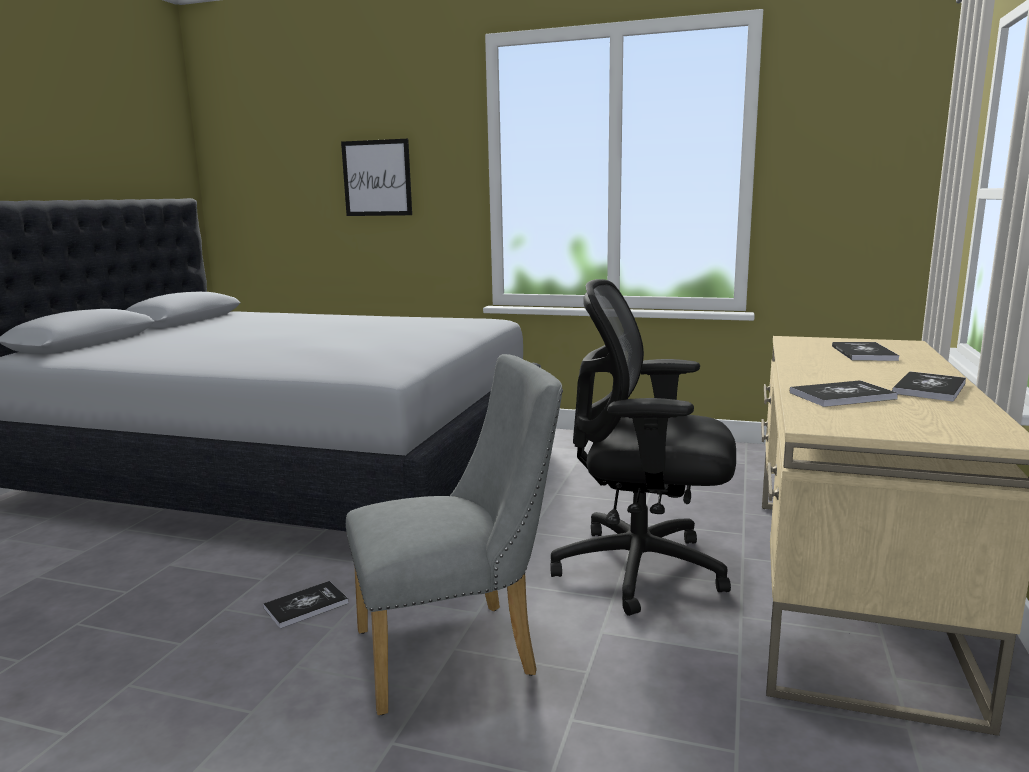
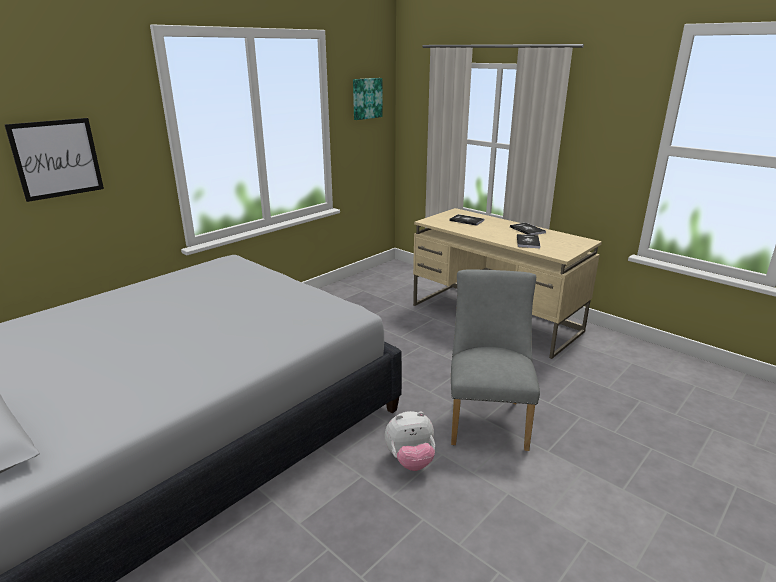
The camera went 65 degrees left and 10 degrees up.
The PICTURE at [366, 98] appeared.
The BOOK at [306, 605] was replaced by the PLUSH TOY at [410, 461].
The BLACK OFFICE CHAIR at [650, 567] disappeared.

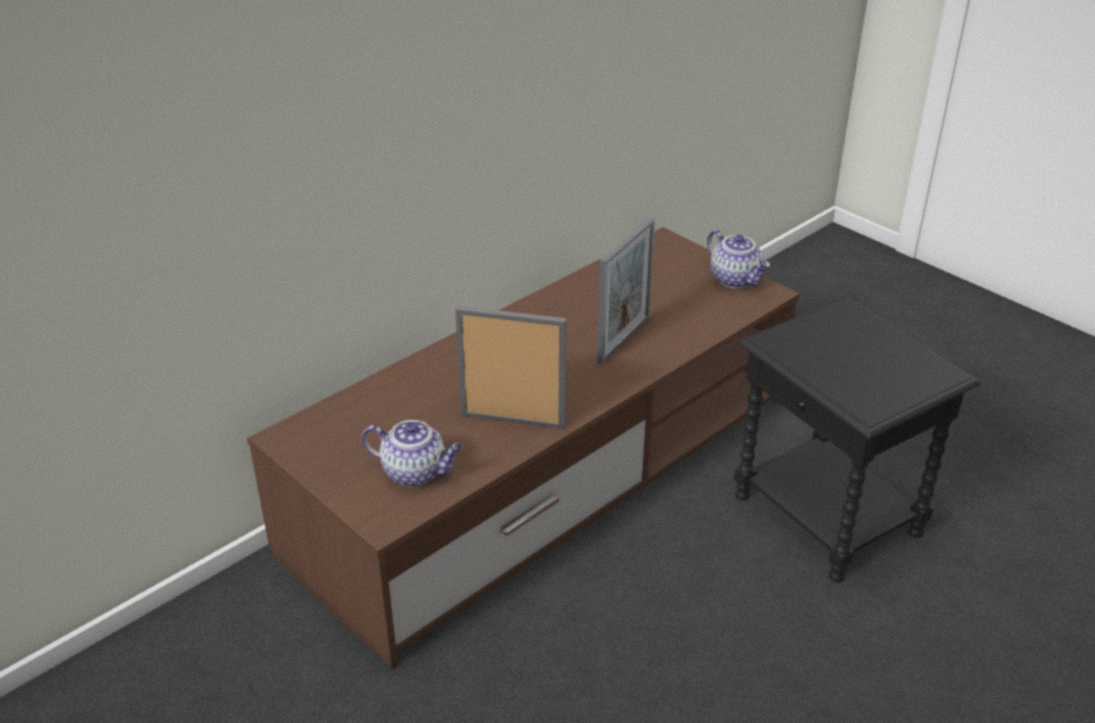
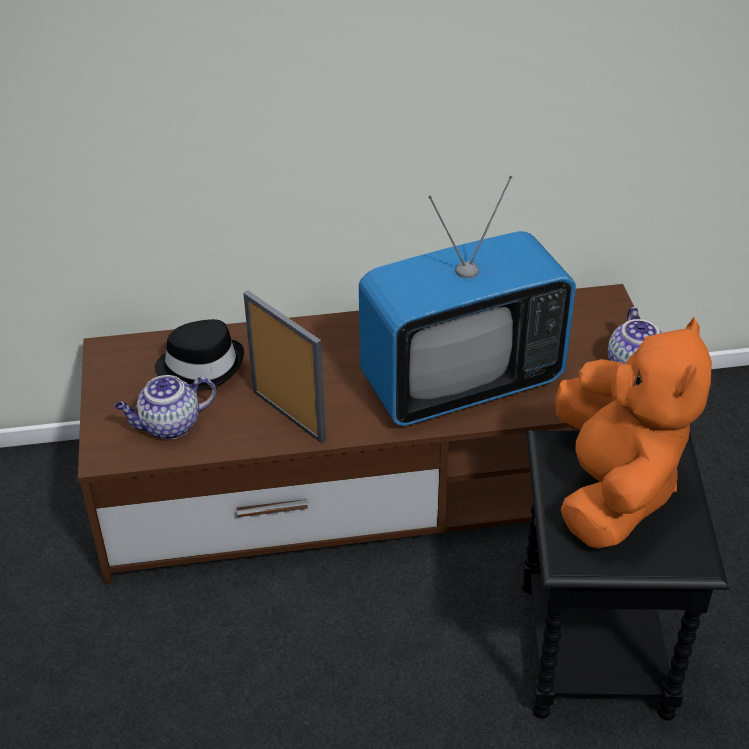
The camera went 35 degrees right and 5 degrees up.
The TEAPOT at [416, 473] turned 105 degrees clockwise.
The BLACK HAT at [201, 366] appeared.
The PICTURE FRAME at [623, 340] was replaced by the TELEVISION at [461, 383].
The ORANGE PLUSH TOY at [613, 490] appeared.

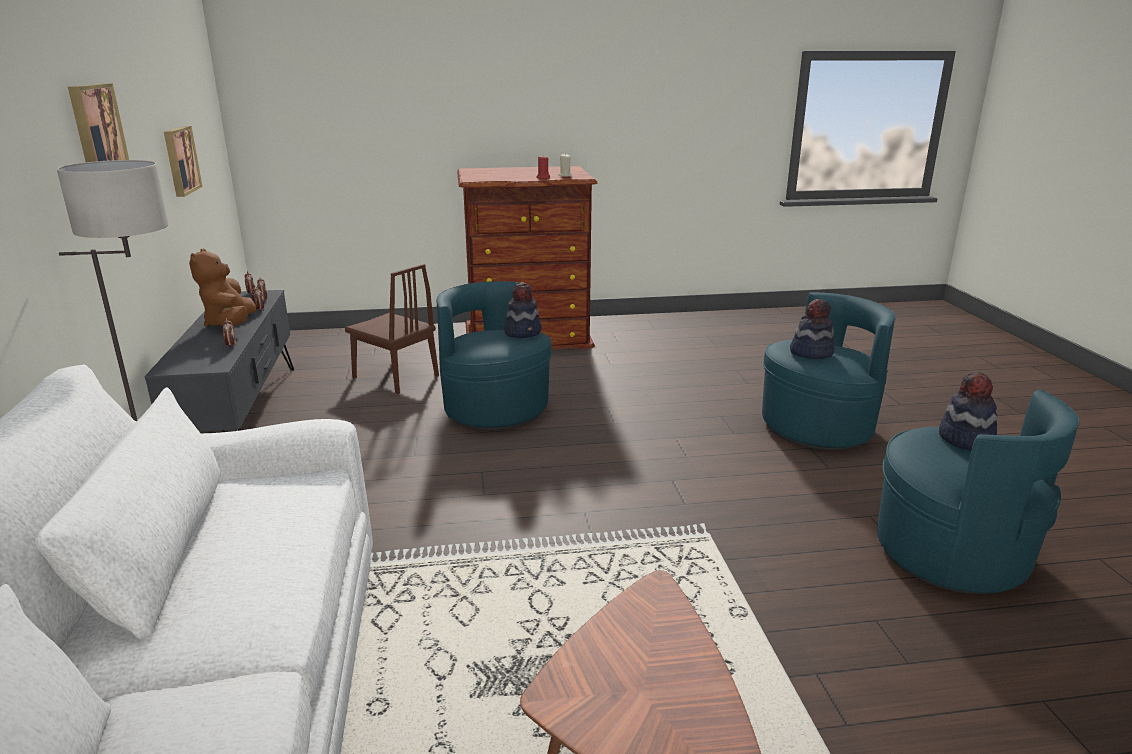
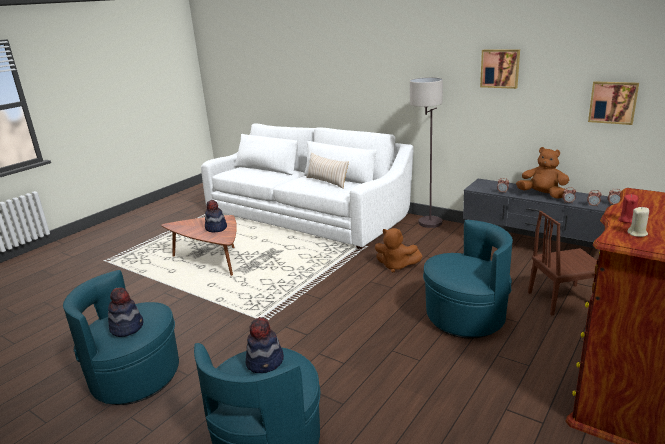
The camera went 135 degrees right and 0 degrees up.
The HAT moved from [523, 332] to [216, 228].
The BEIGE PILLOW at [327, 182] appeared.
The BROWN PLUSH TOY at [396, 266] appeared.

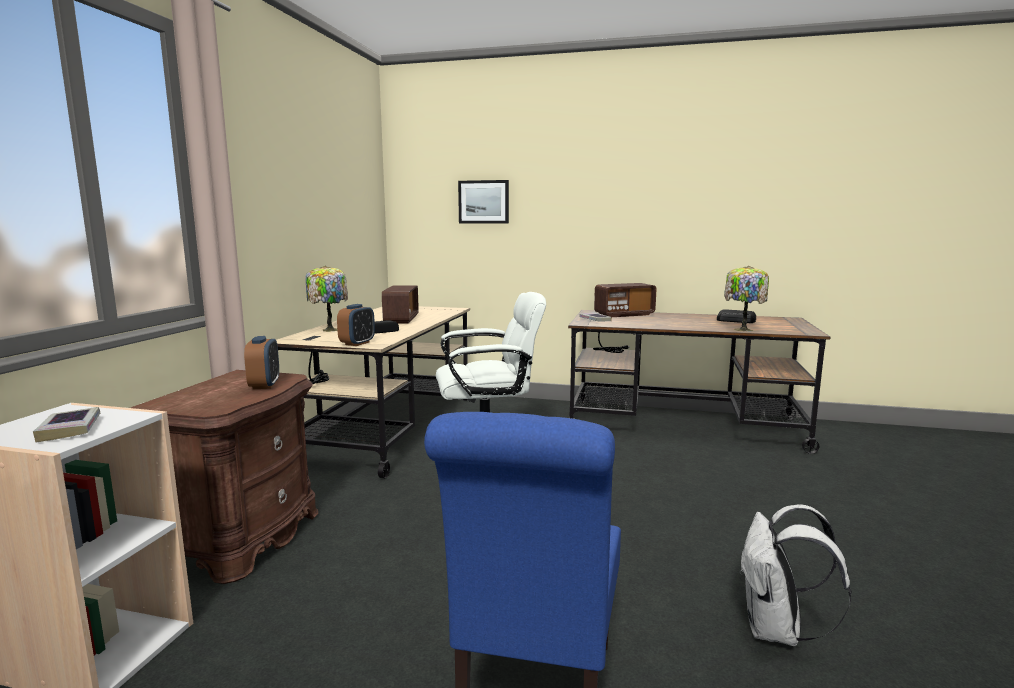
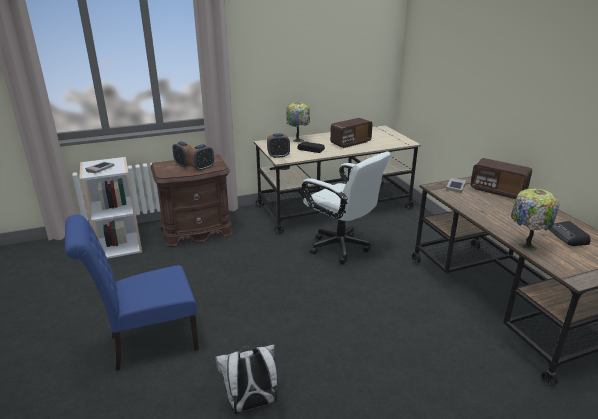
The camera went 55 degrees right and 15 degrees up.
The ALARM CLOCK at [184, 165] appeared.
The PICTURE at [483, 202] disappeared.

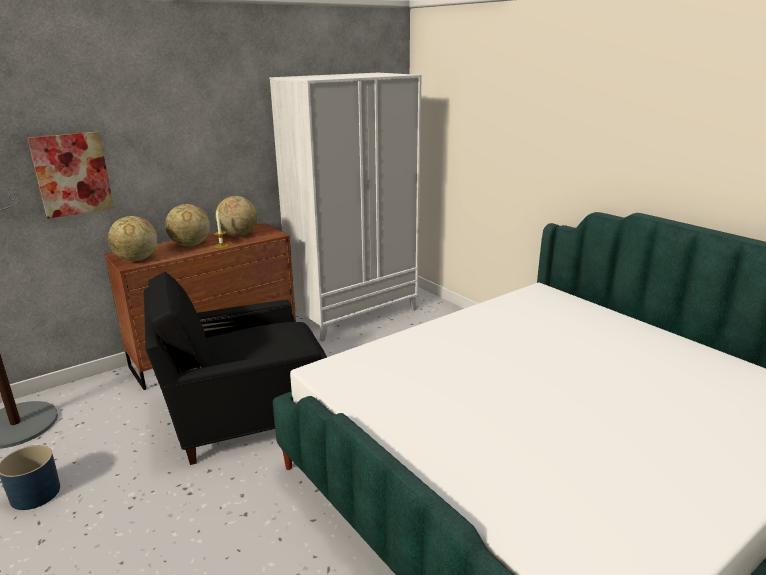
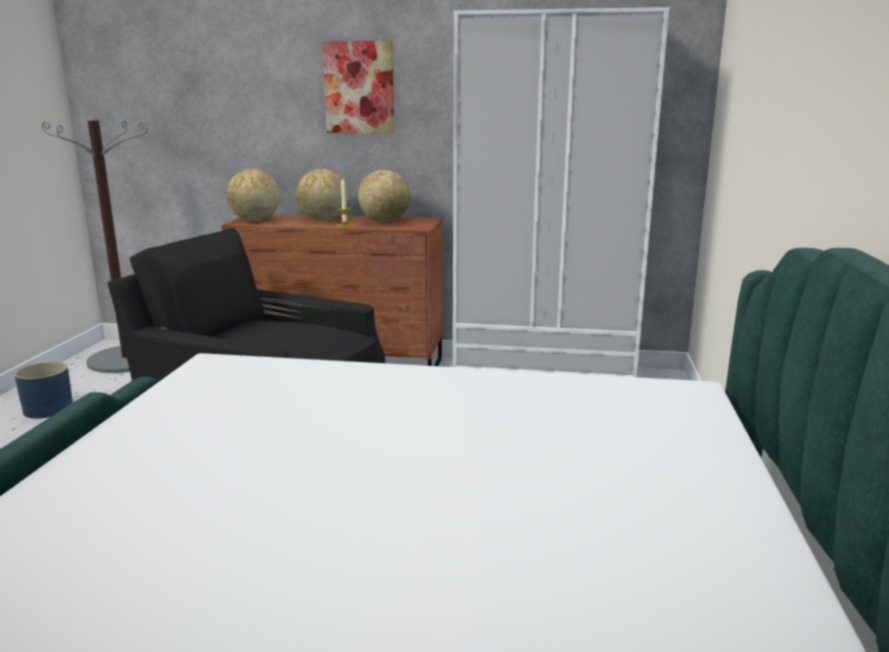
The camera went 45 degrees right and 5 degrees down.
The PICTURE moved from [72, 174] to [359, 88].

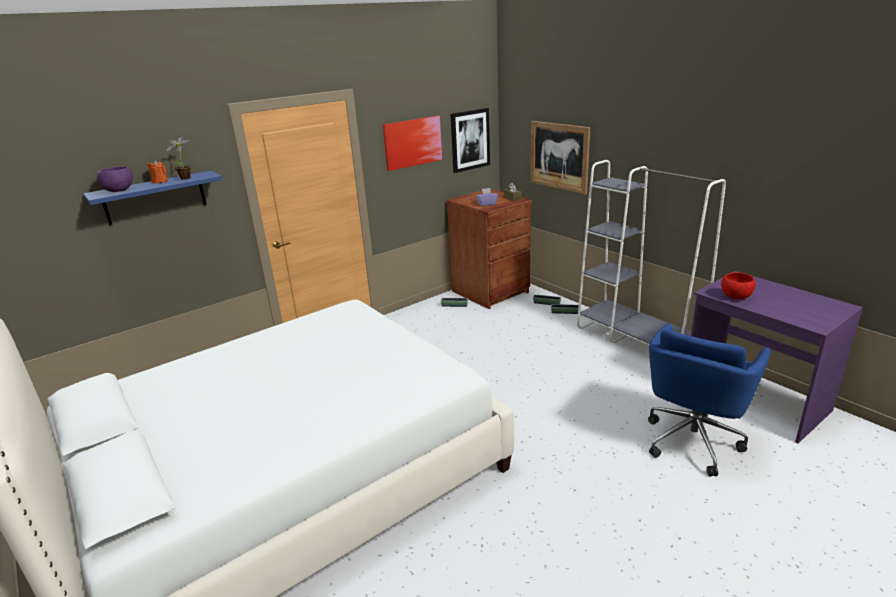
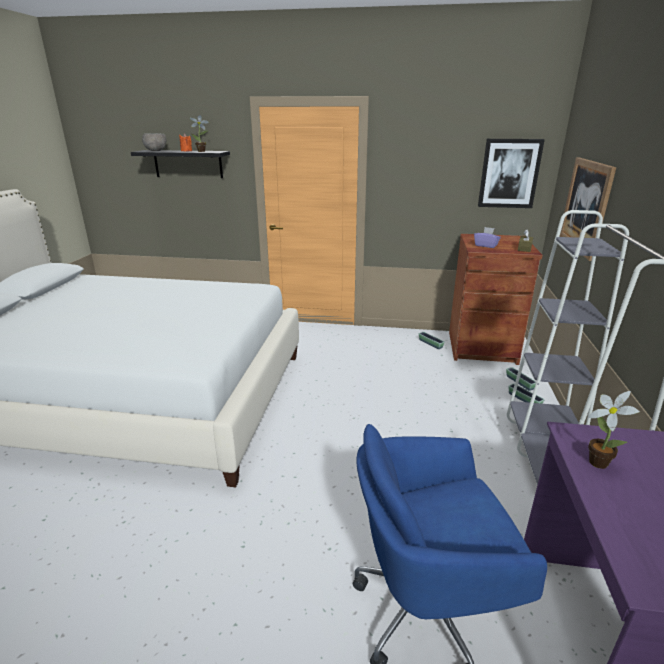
The camera went 45 degrees right and 0 degrees up.
The BLUE SHELF at [155, 197] became the BLACK SHELF at [188, 164].
The PURPLE BOWL at [118, 191] became the GREY BOWL at [155, 151].
The RED BOWL at [736, 297] was replaced by the POTTED PLANT at [597, 460].
The PICTURE at [412, 142] disappeared.

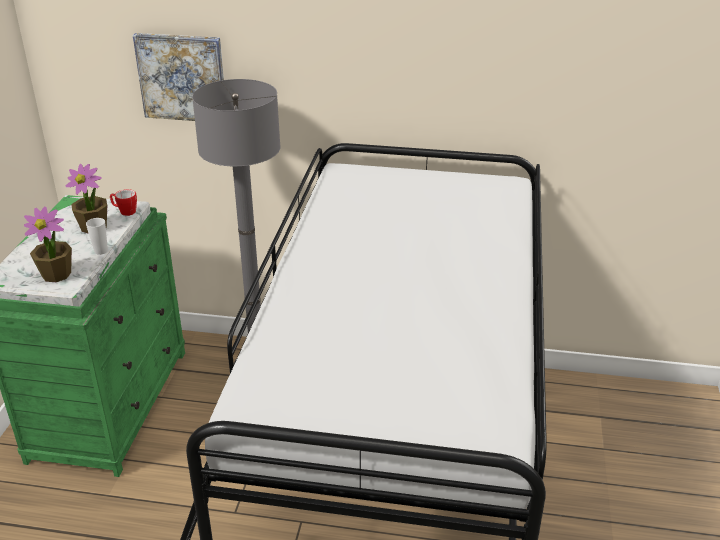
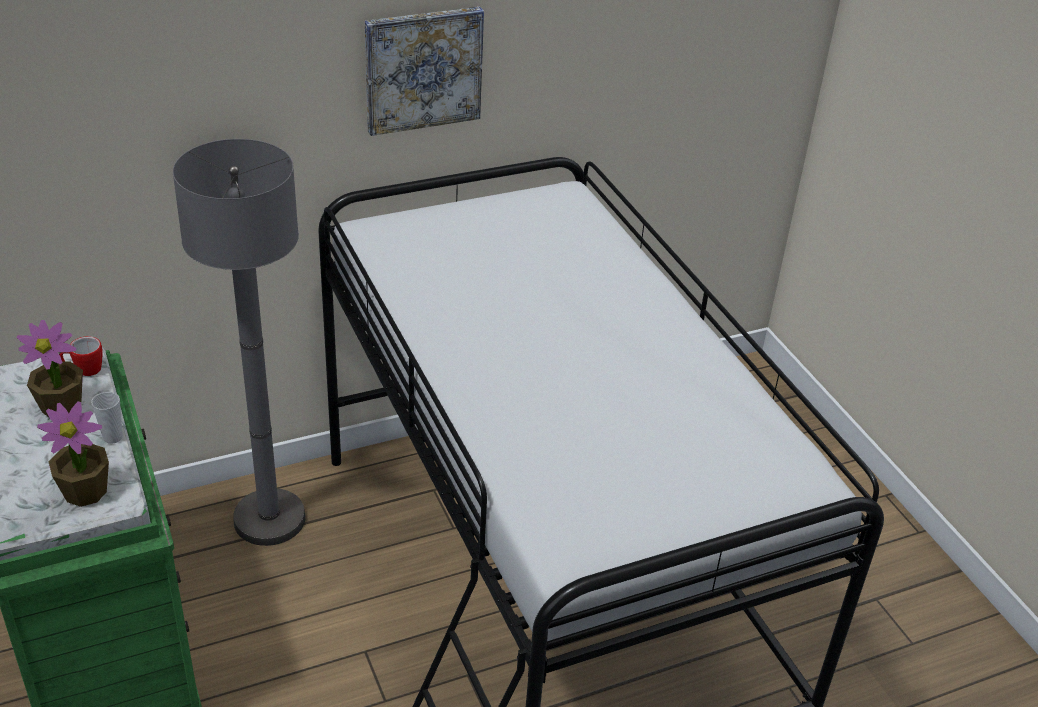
The camera went 35 degrees left and 5 degrees up.
The PICTURE moved from [182, 77] to [423, 69].

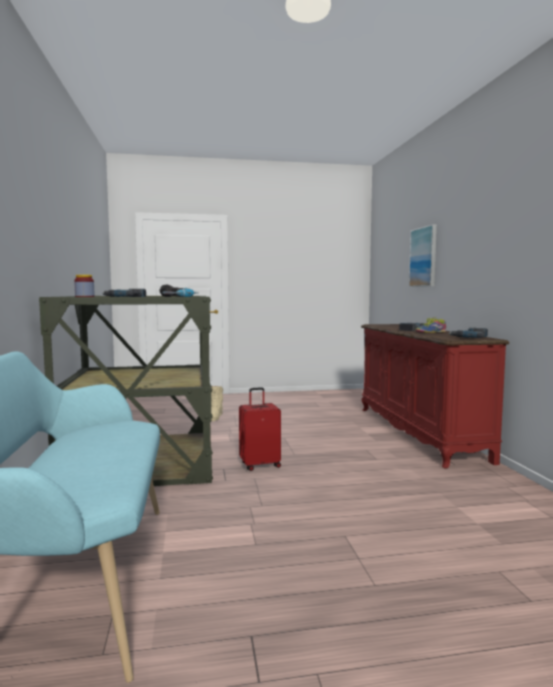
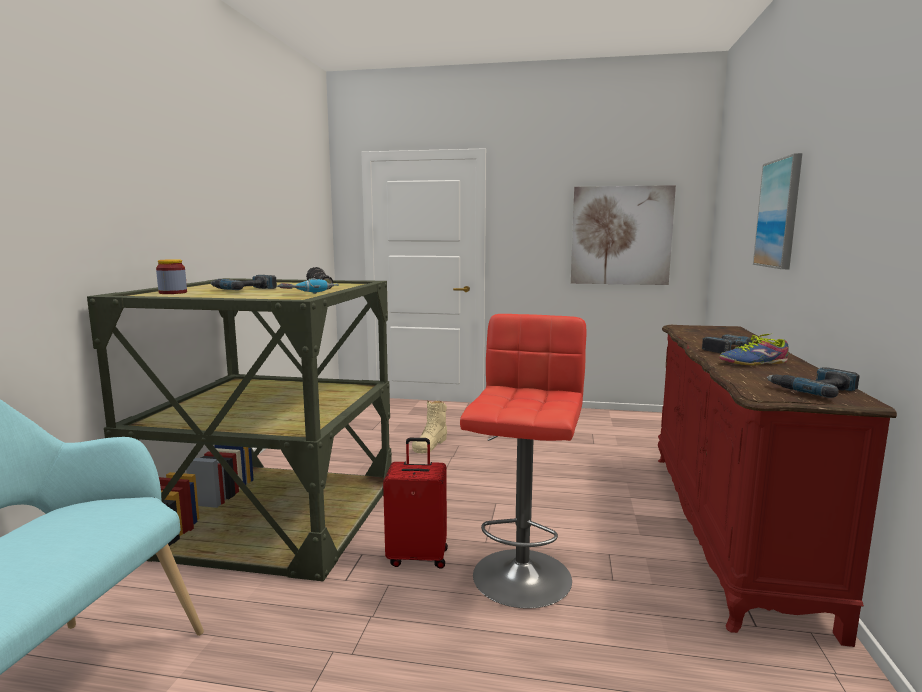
The camera went 20 degrees right and 5 degrees up.
The RED STOOL at [523, 577] appeared.
The PICTURE at [621, 235] appeared.

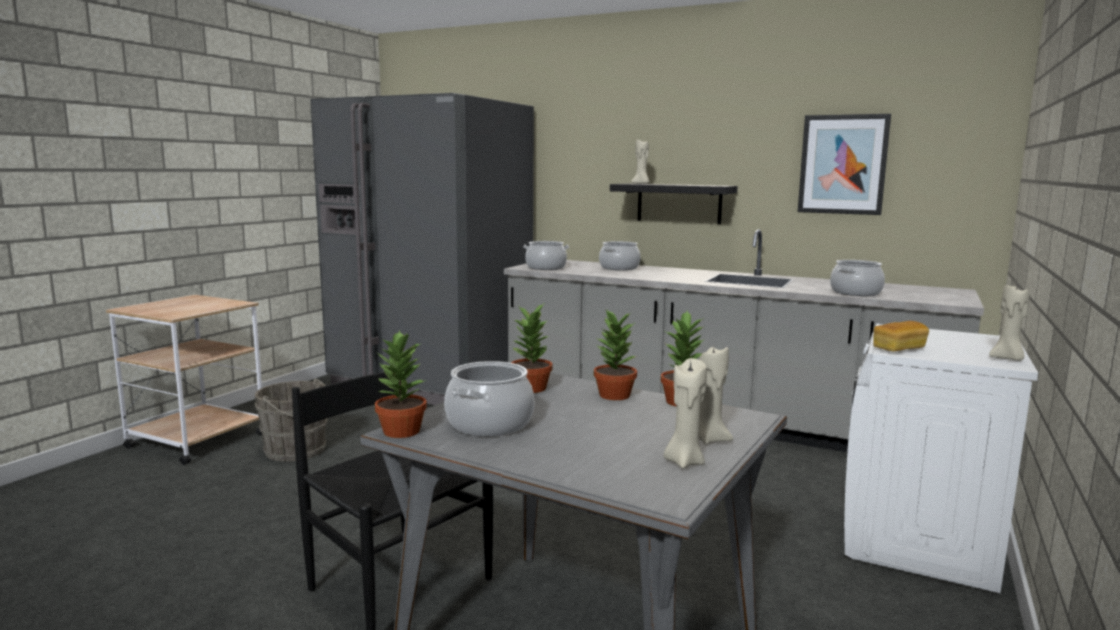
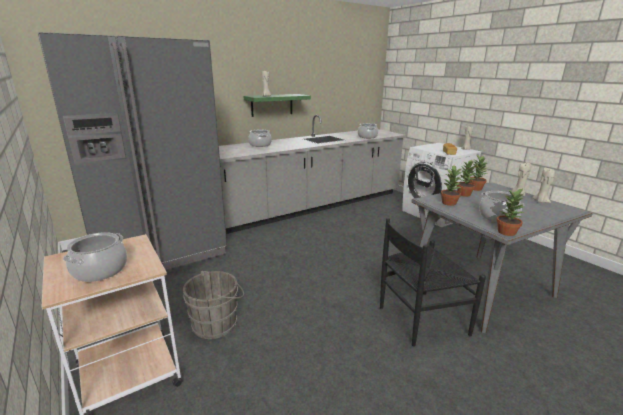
The camera went 60 degrees left and 10 degrees up.
The COOKING POT moved from [546, 268] to [100, 270].
The BLACK SHELF at [679, 203] became the GREEN SHELF at [272, 105].
The PICTURE at [843, 164] disappeared.

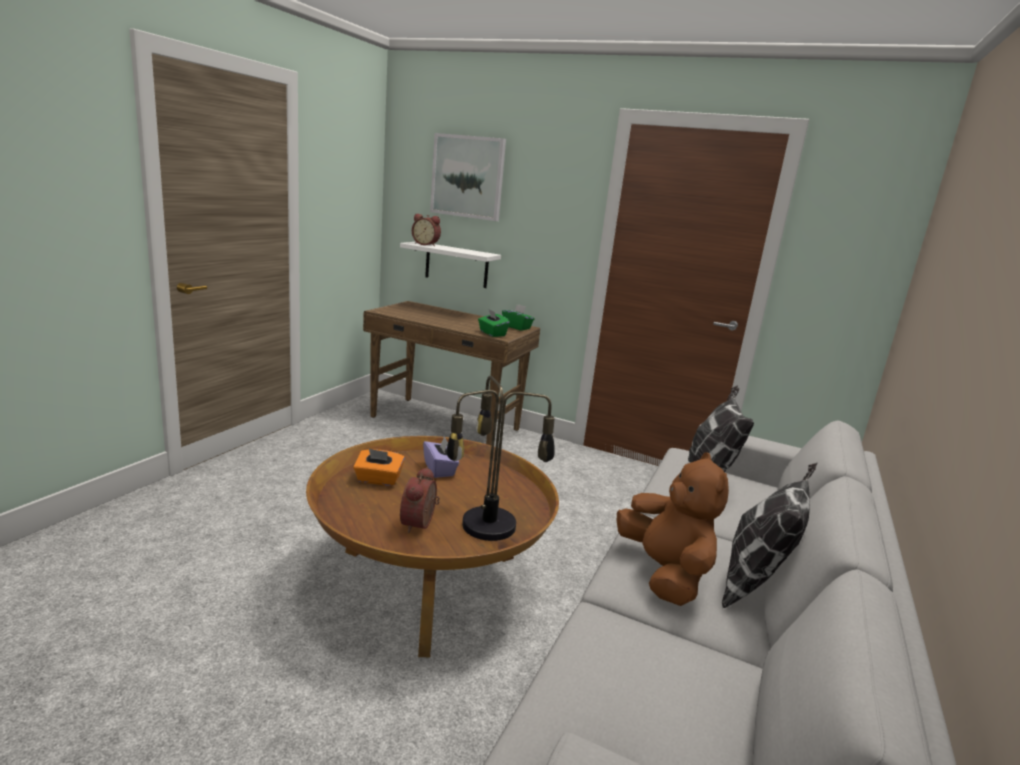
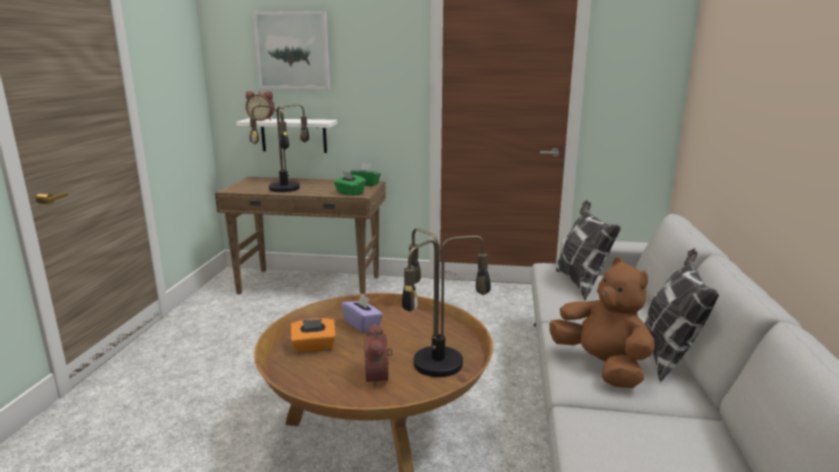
The camera went 15 degrees left and 0 degrees up.
The TABLE LAMP at [284, 188] appeared.

